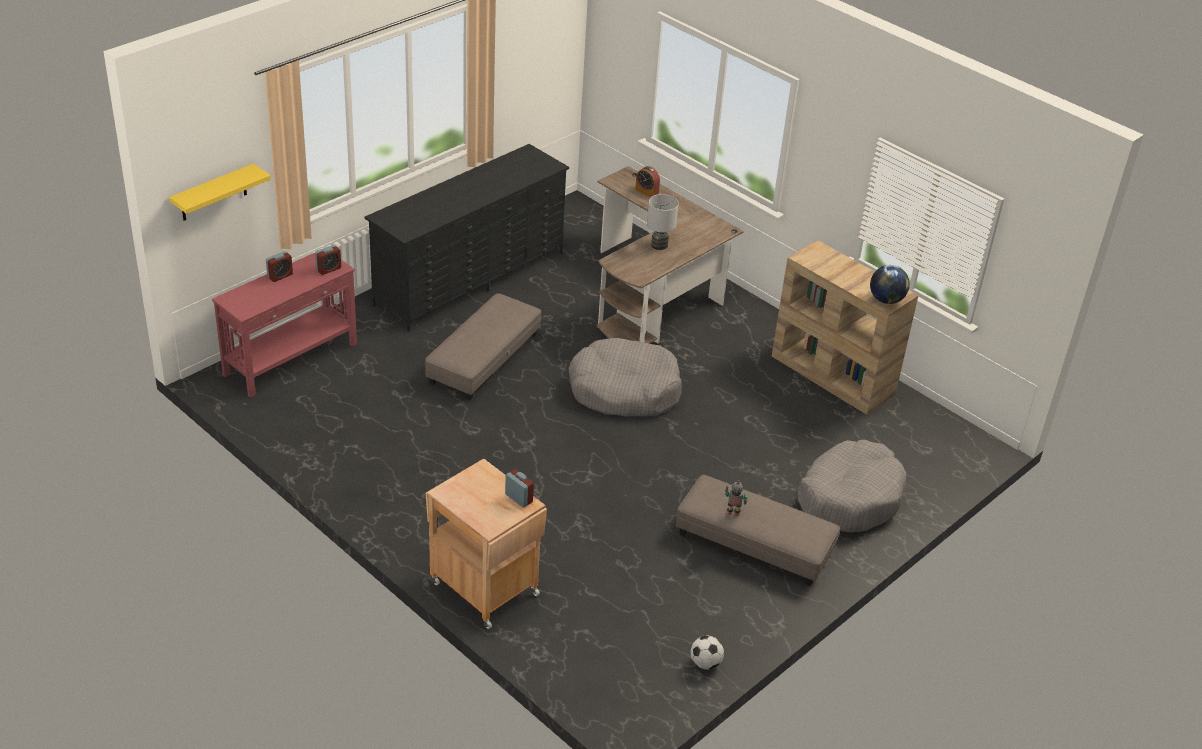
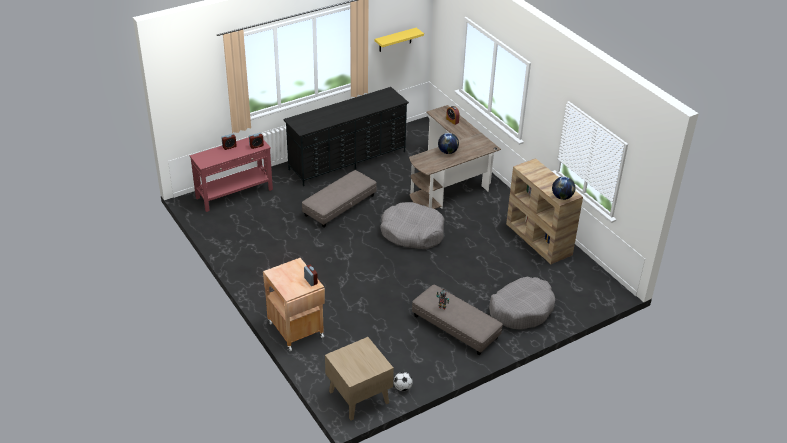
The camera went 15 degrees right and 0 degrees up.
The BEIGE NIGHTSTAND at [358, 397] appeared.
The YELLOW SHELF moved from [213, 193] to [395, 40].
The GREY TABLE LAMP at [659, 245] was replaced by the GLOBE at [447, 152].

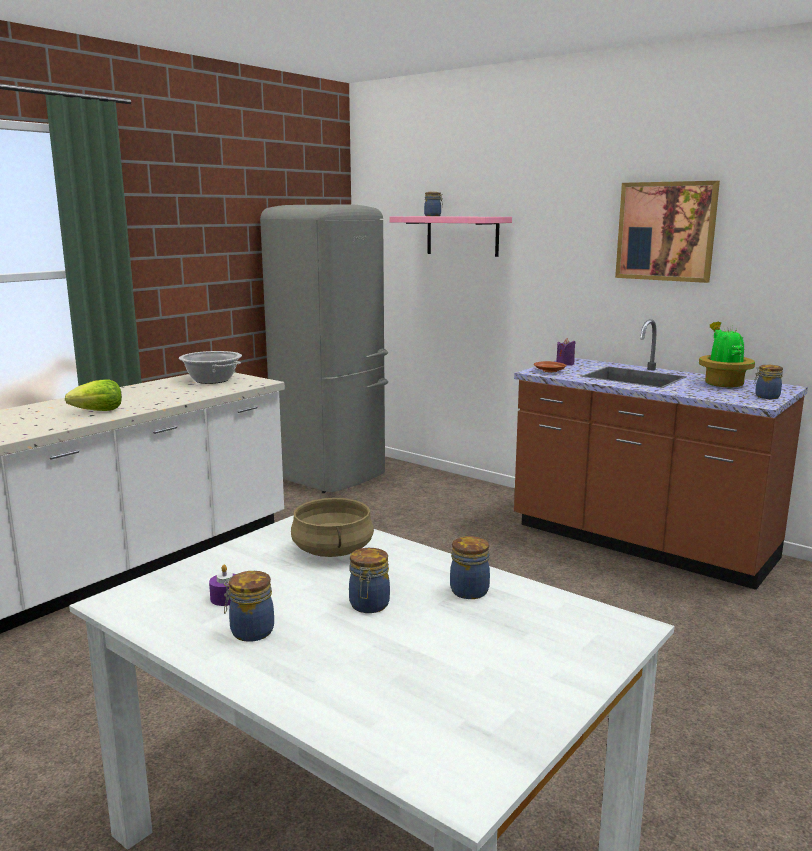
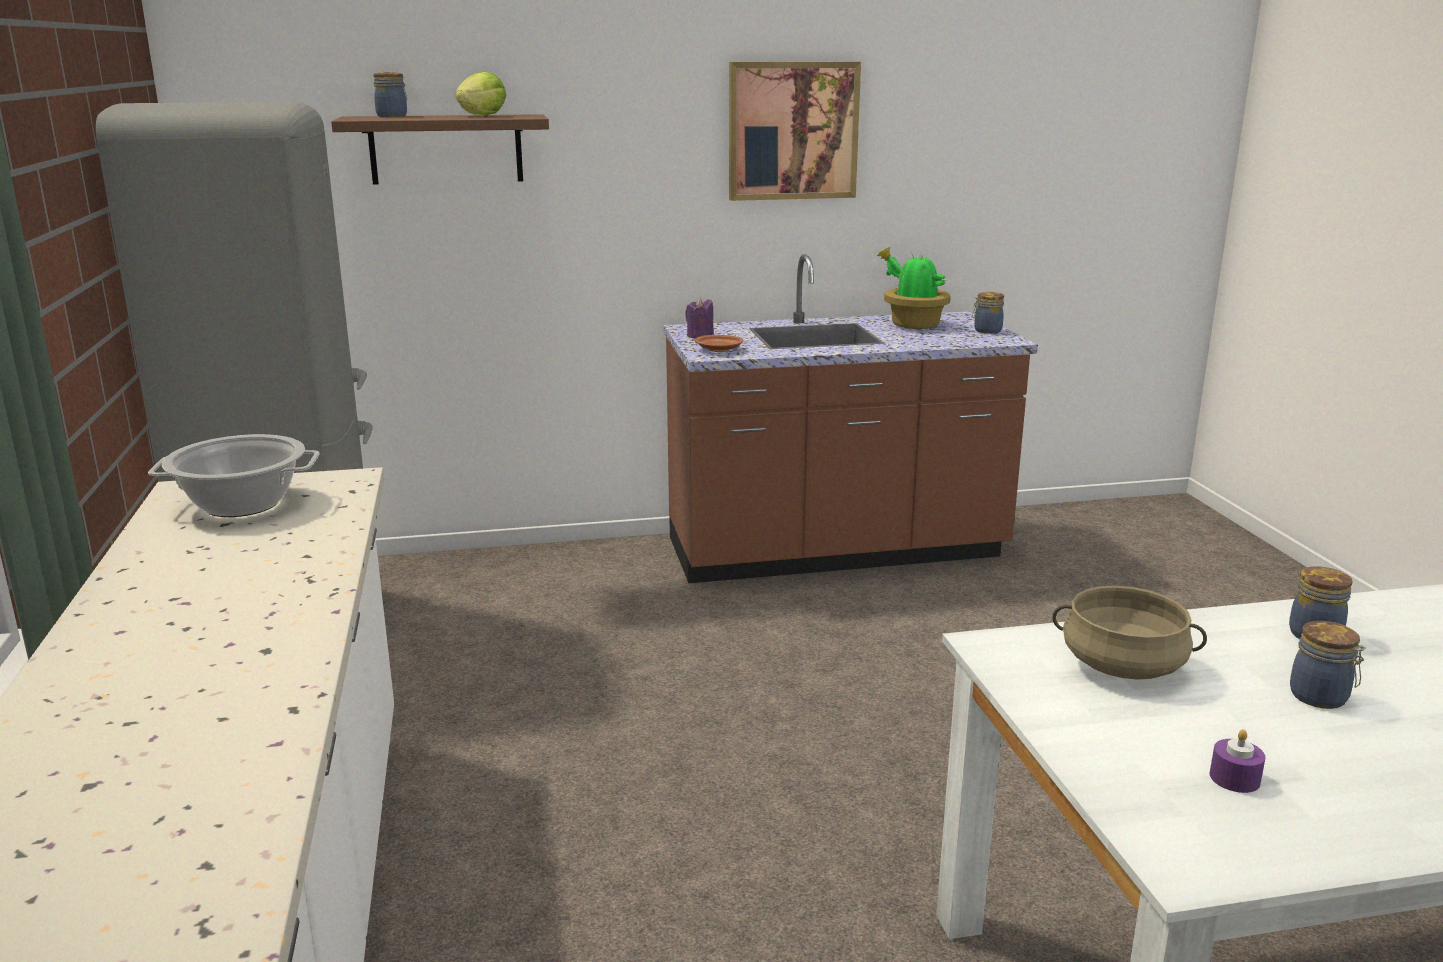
The camera went 50 degrees left and 5 degrees up.
The PINK SHELF at [462, 235] became the BROWN SHELF at [446, 149].
The LETTUCE moved from [99, 411] to [482, 115].
The JAR at [250, 632] disappeared.

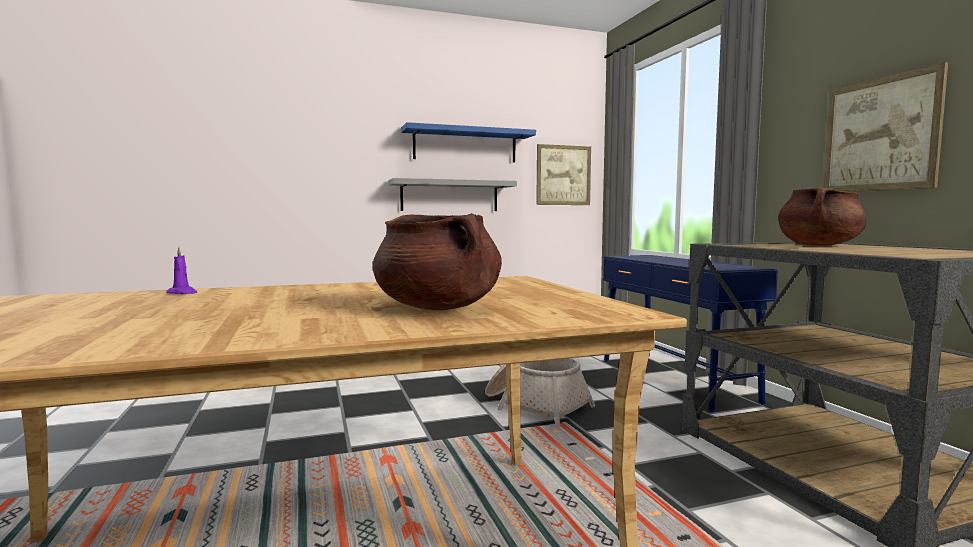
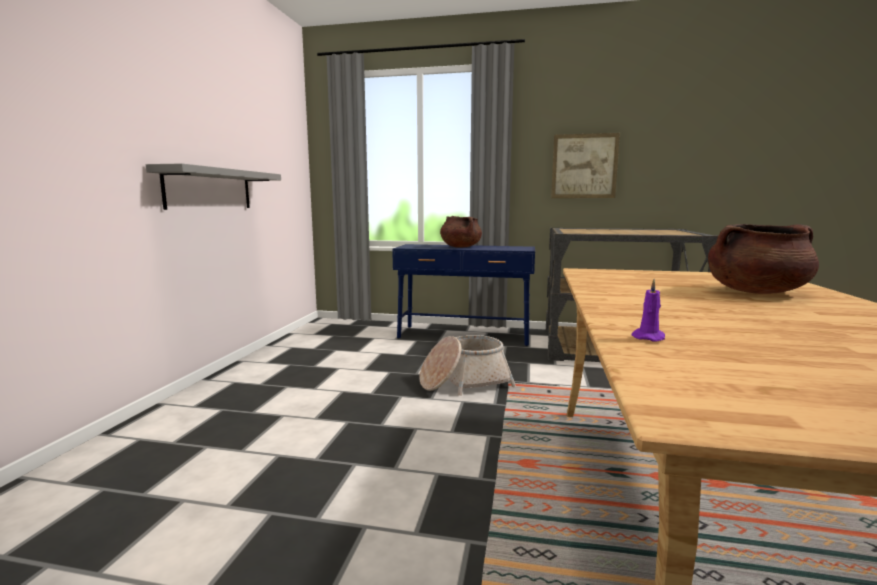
The camera went 60 degrees left and 5 degrees up.
The BROWN COOKING POT moved from [818, 245] to [460, 247].
The BLUE SHELF at [465, 145] disappeared.
The PICTURE at [563, 175] disappeared.

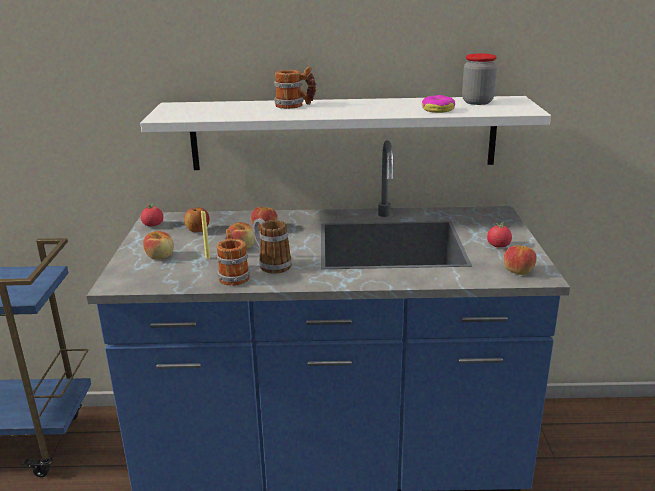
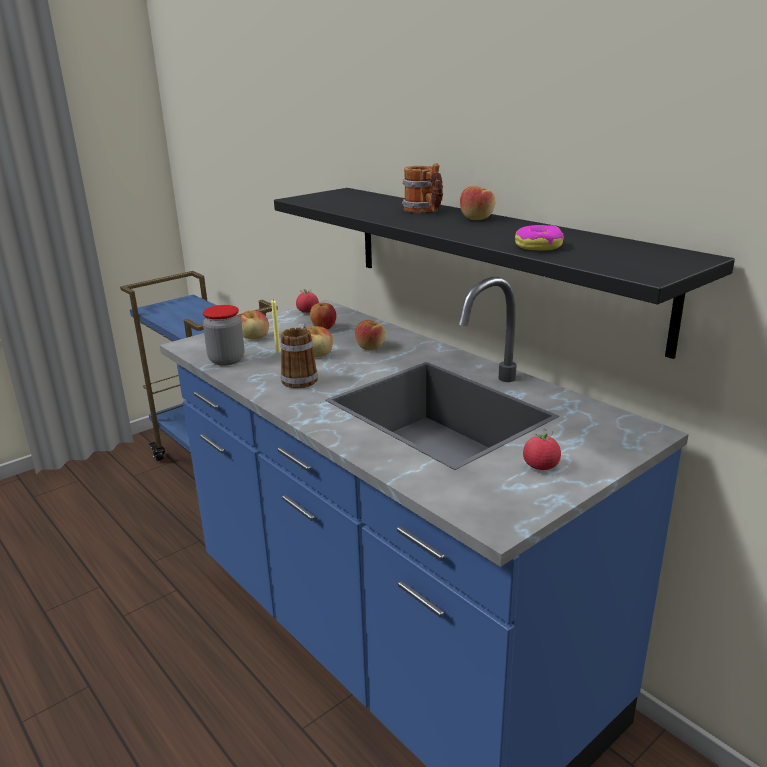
The camera went 50 degrees right and 0 degrees up.
The JAR moved from [477, 102] to [226, 360].
The WHITE SHELF at [343, 133] became the BLACK SHELF at [494, 260].
The APPLE moved from [518, 271] to [476, 218].
The MUG at [233, 275] disappeared.

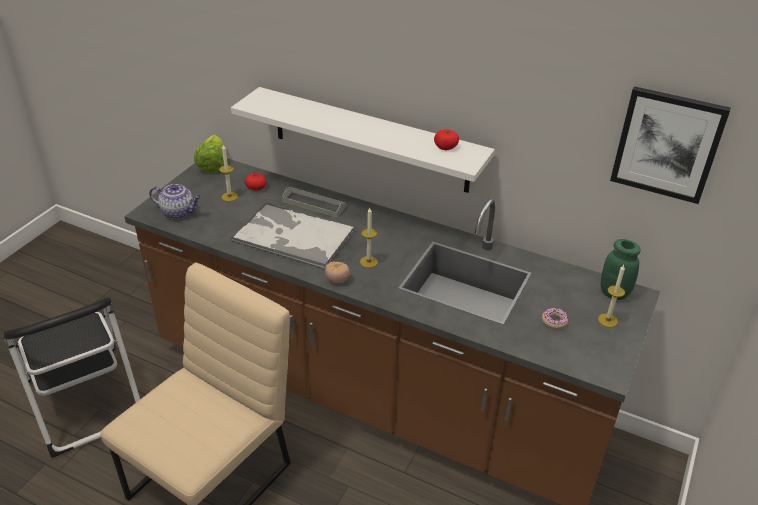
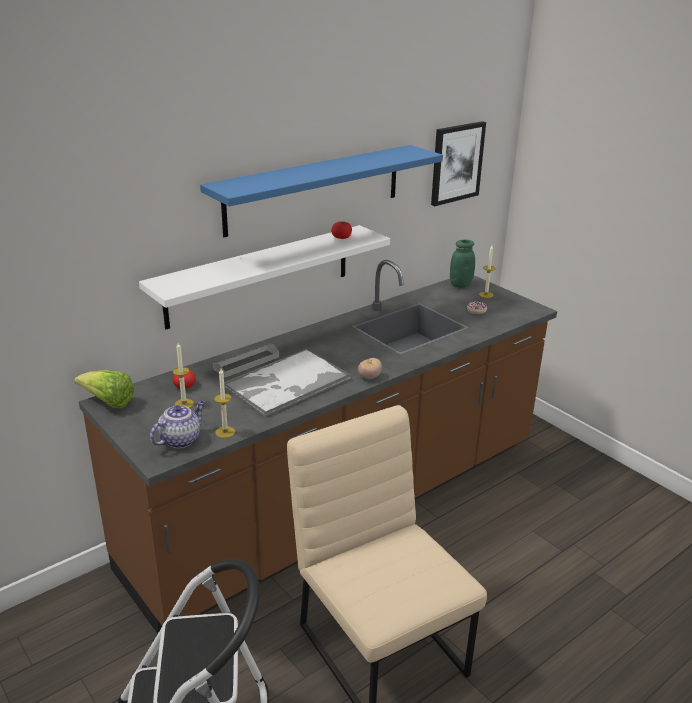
The camera went 65 degrees left and 10 degrees down.
The BLUE SHELF at [314, 189] appeared.
The CANDLE moved from [368, 262] to [225, 432].

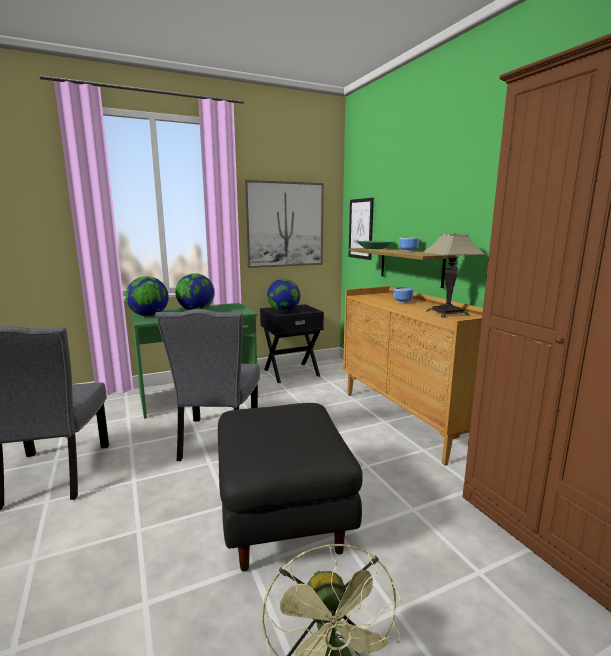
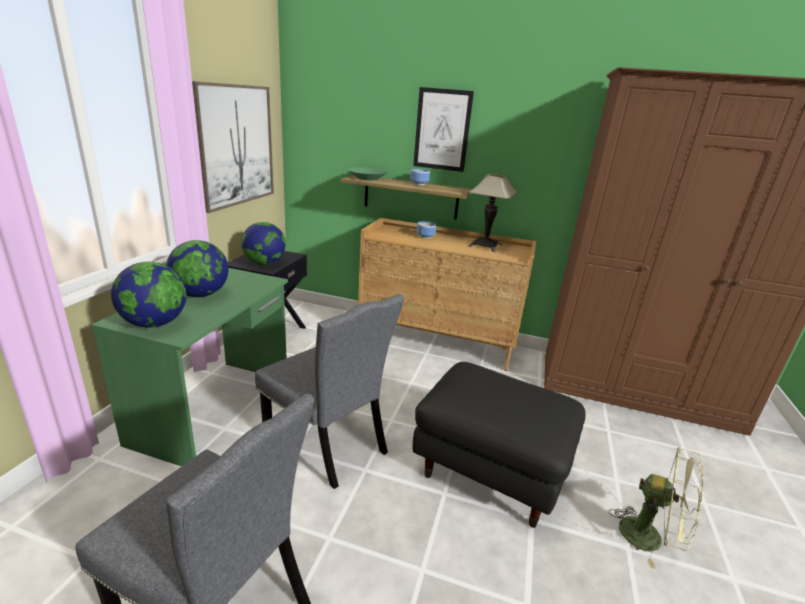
The camera went 50 degrees left and 10 degrees up.
The PICTURE moved from [360, 229] to [442, 130].

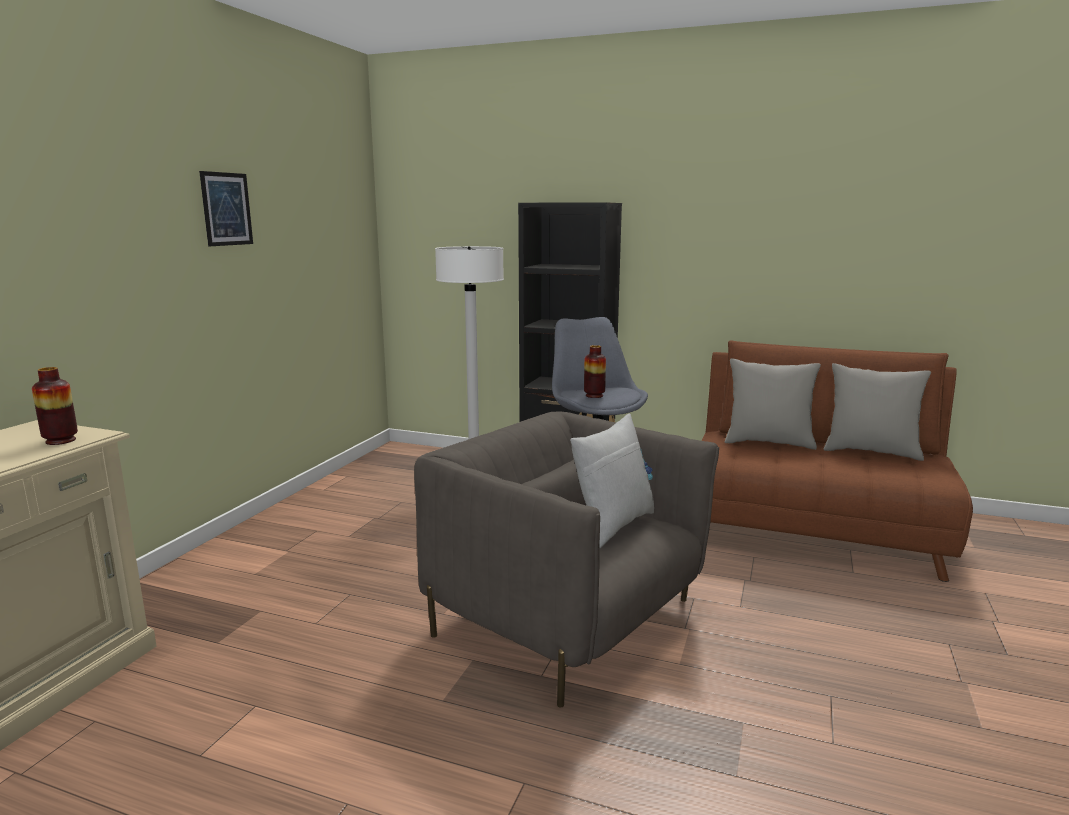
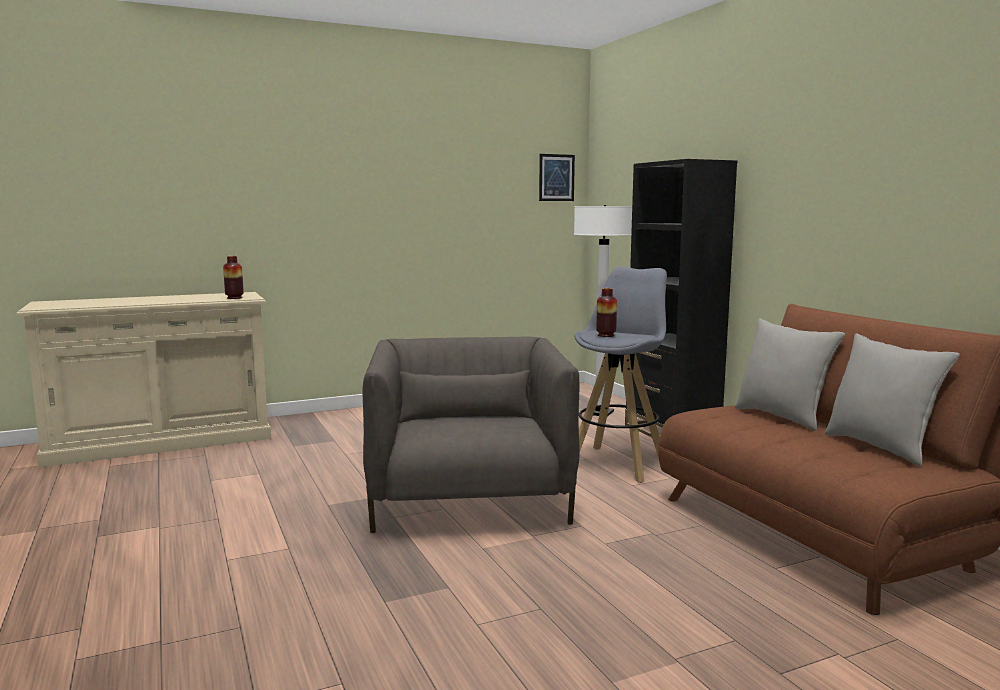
The camera went 45 degrees right and 5 degrees down.
The PICTURE moved from [226, 209] to [556, 177].
The GREY PILLOW at [613, 526] disappeared.

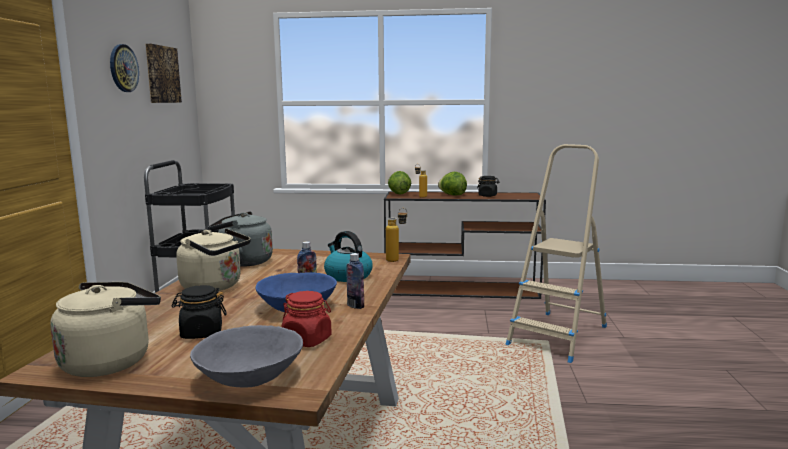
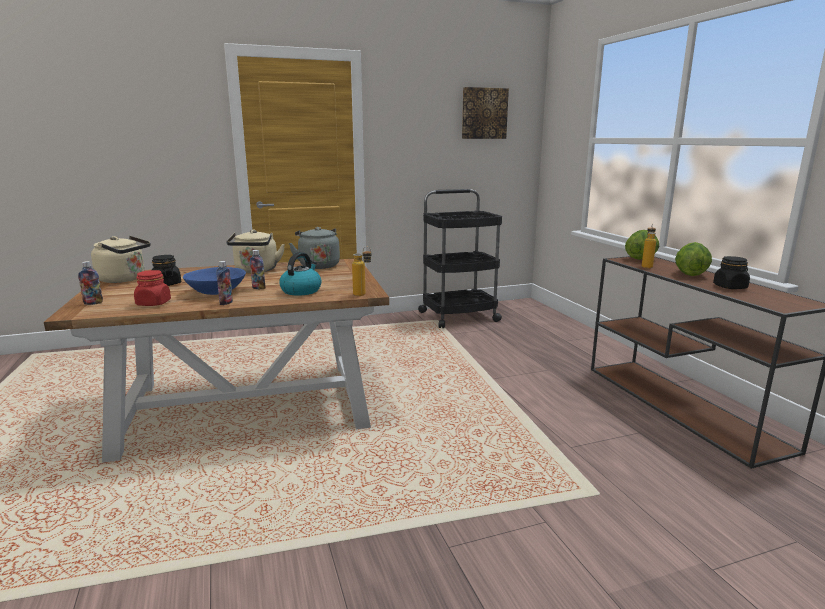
The camera went 65 degrees right and 5 degrees up.
The GREY BOWL at [249, 378] was replaced by the BOTTLE at [93, 303].
The WALL CLOCK at [123, 68] disappeared.
The BEIGE STEP LADDER at [557, 336] disappeared.

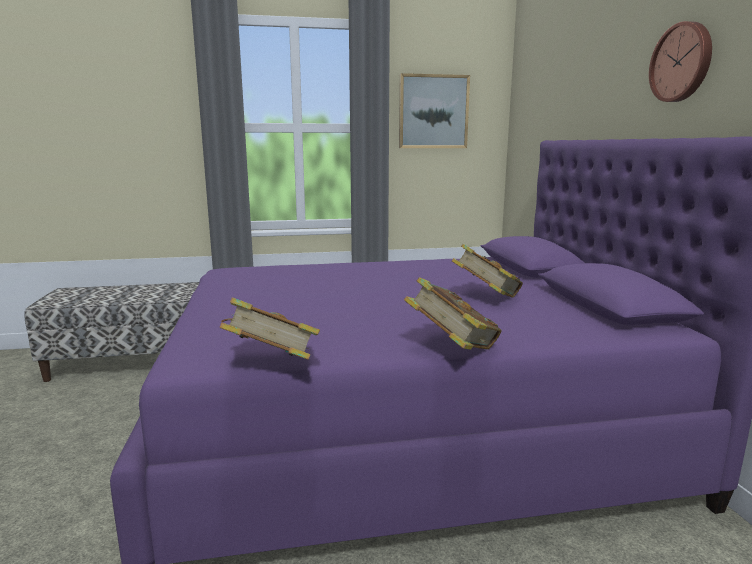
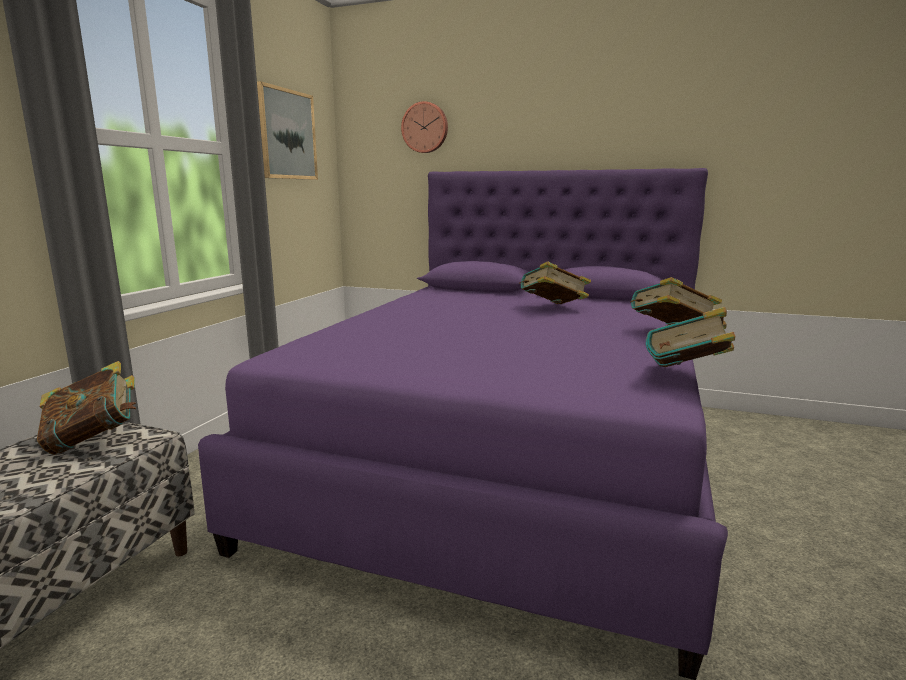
The camera went 60 degrees left and 0 degrees up.
The BOOK at [94, 440] appeared.
The WALL CLOCK moved from [682, 62] to [425, 127].

